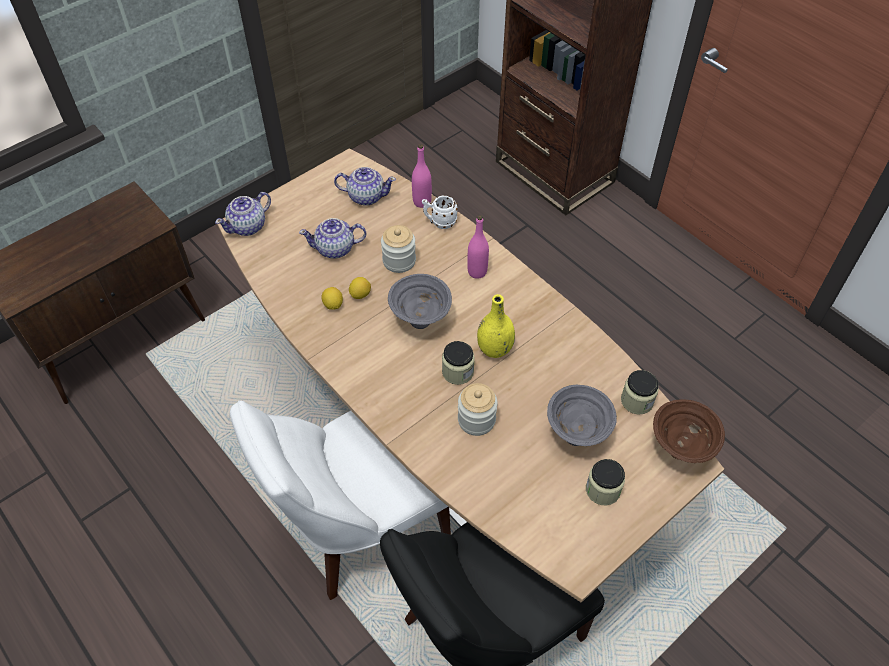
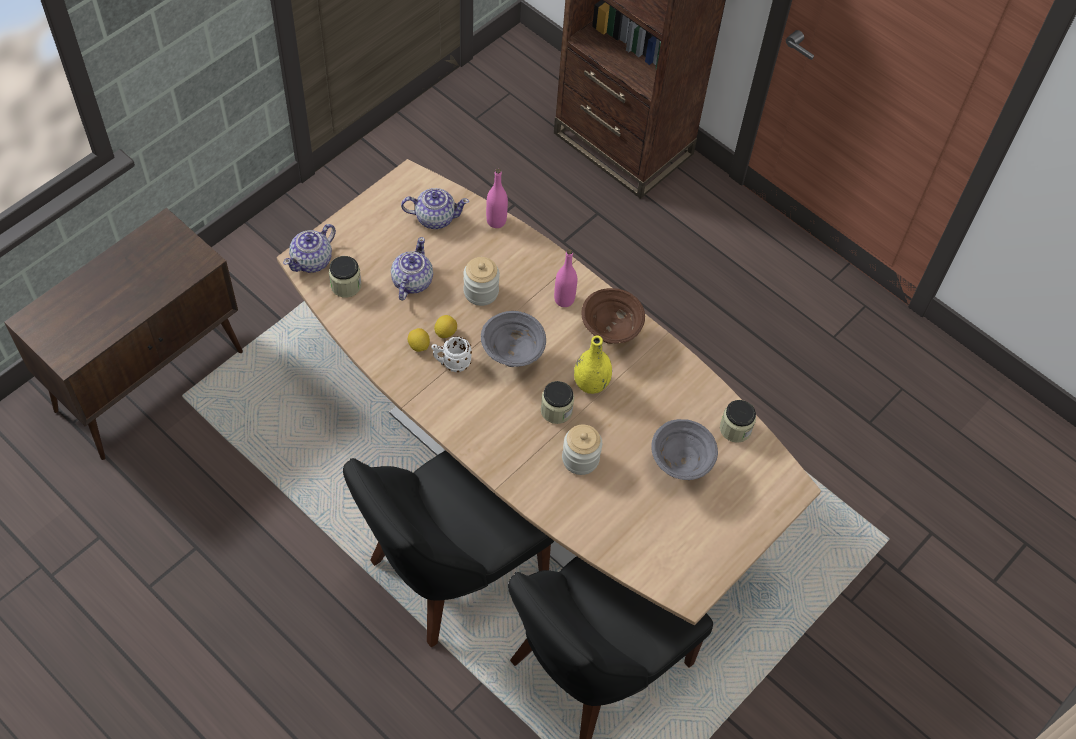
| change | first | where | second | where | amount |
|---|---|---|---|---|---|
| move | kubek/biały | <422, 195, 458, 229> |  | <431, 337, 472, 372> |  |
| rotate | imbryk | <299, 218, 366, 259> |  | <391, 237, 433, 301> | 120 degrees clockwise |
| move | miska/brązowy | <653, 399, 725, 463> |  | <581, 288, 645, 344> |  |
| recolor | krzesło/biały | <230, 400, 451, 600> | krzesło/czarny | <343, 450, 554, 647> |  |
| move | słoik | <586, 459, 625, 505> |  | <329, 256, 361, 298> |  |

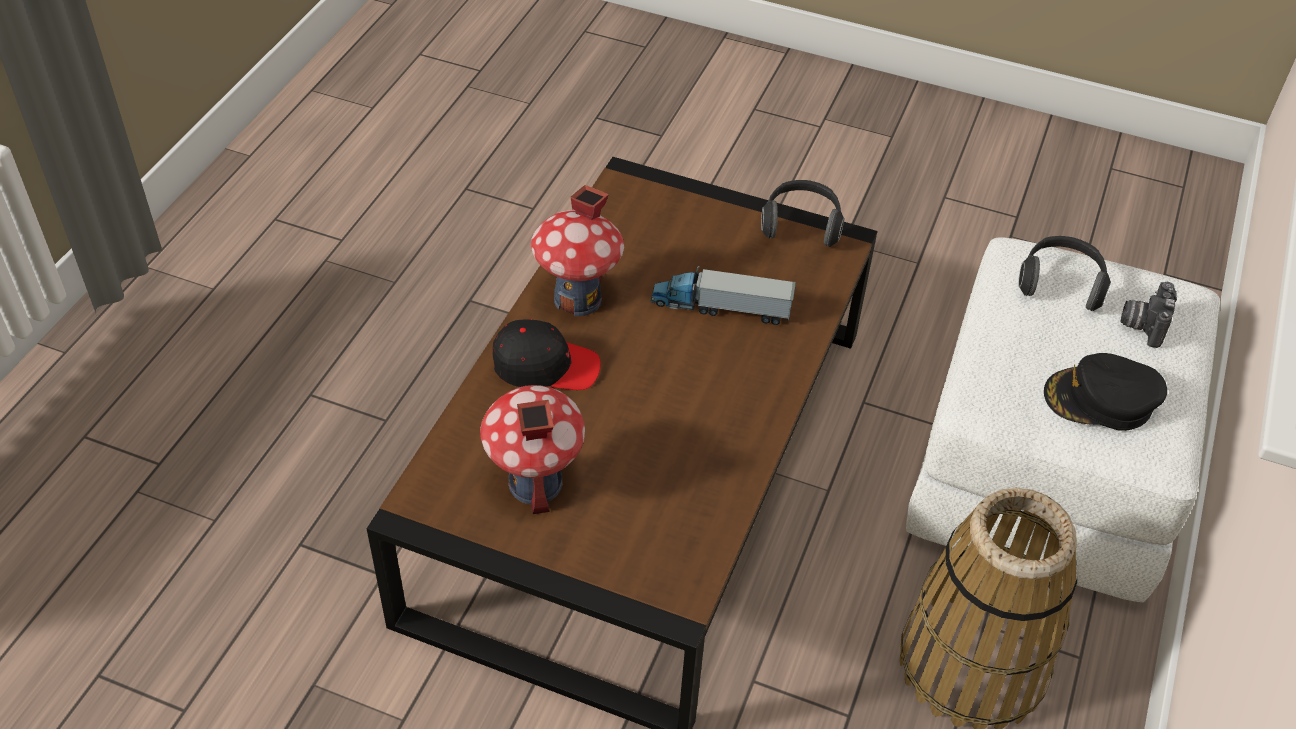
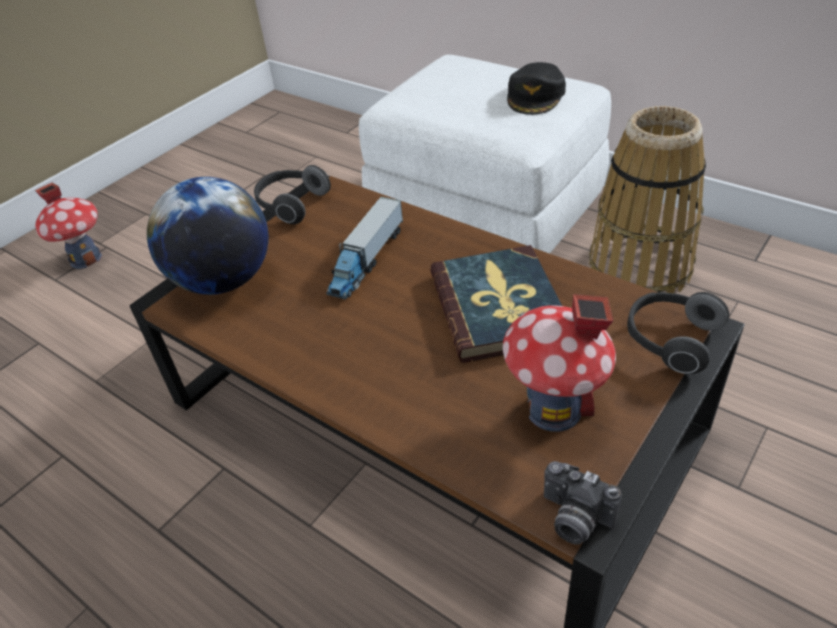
| change | first | where | second | where | amount |
|---|---|---|---|---|---|
| move | domek | <531, 185, 624, 317> |  | <35, 183, 102, 269> |  |
| move | słuchawki | <1018, 236, 1111, 311> |  | <627, 292, 729, 374> |  |
| move | aparat fotograficzny | <1121, 282, 1177, 348> |  | <544, 461, 622, 545> |  |
| delete | czapka z daszkiem/czarny | <492, 319, 601, 390> |  |  |  |
| insert |  |  | globus | <147, 177, 269, 295> |  |
| insert |  |  | książka | <430, 245, 562, 363> |  |

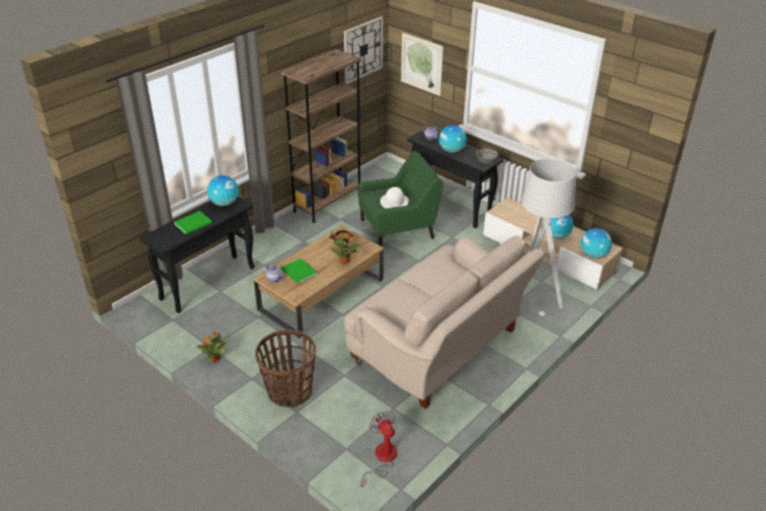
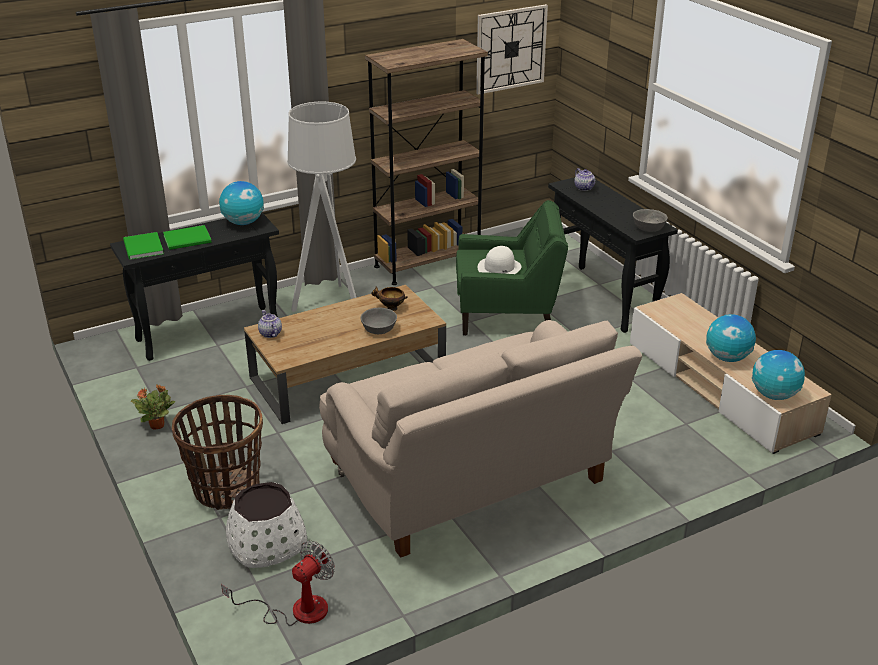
| change | first | where | second | where | amount |
|---|---|---|---|---|---|
| delete | obraz | <401, 33, 444, 96> |  |  |  |
| delete | globus | <439, 125, 467, 153> |  |  |  |
| move | lampa stojąca/szary | <521, 158, 577, 316> |  | <287, 102, 356, 312> |  |
| replace | roślina doniczkowa | <330, 235, 359, 264> | miska/szary | <361, 308, 397, 334> |  |
| move | książka/zielony | <281, 258, 318, 284> |  | <123, 232, 164, 260> |  |
| rotate | wentylator | <361, 411, 397, 487> |  | <221, 541, 335, 626> | 45 degrees clockwise |
| insert |  |  | donica/biały | <226, 482, 307, 568> |  |

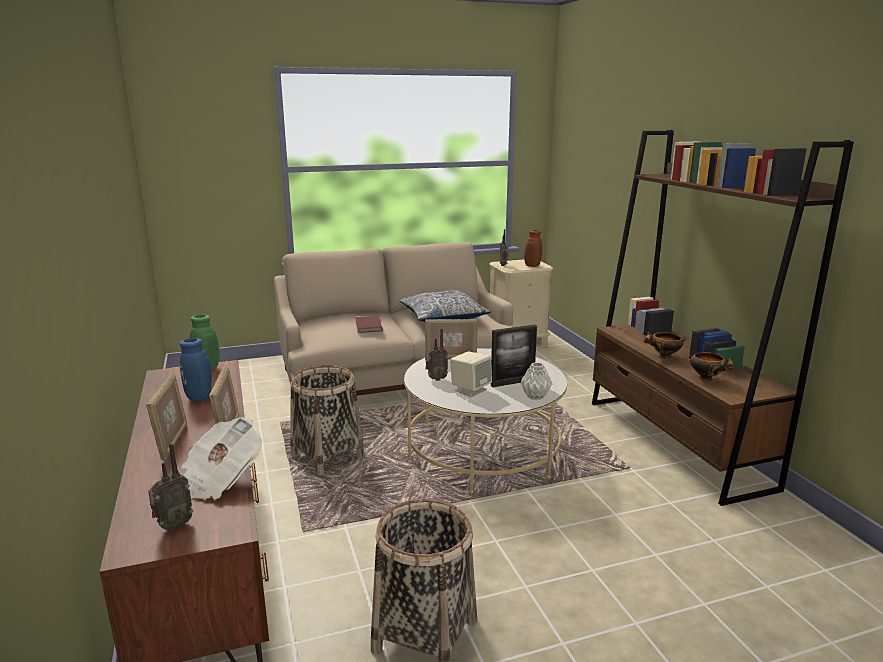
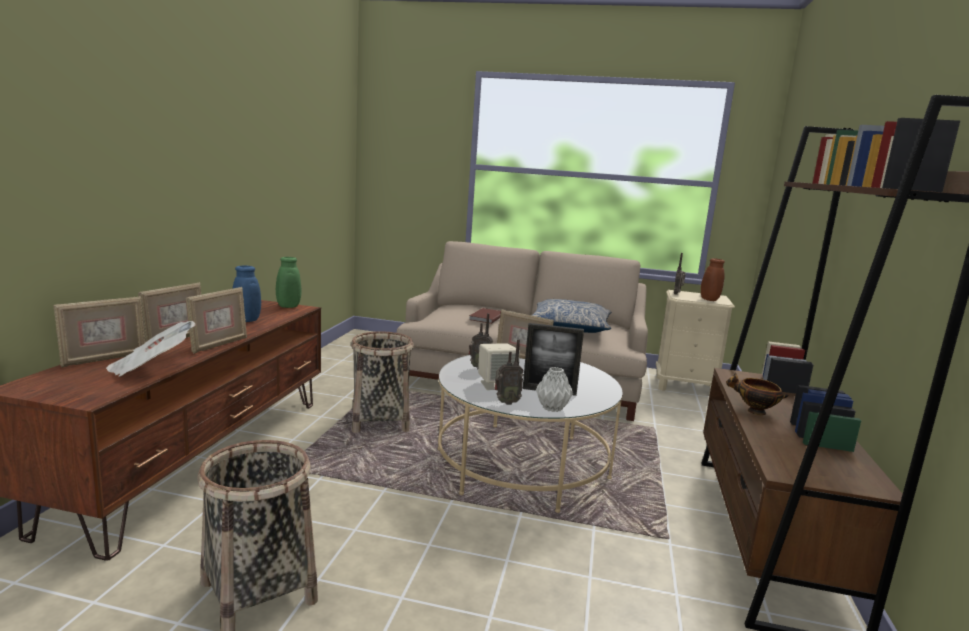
| change | first | where | second | where | amount |
|---|---|---|---|---|---|
| delete | miska | <690, 352, 734, 382> |  |  |  |
| move | radio | <148, 443, 193, 530> |  | <494, 339, 524, 405> |  |
| insert |  |  | ramka na zdjęcie | <53, 296, 145, 367> |  |

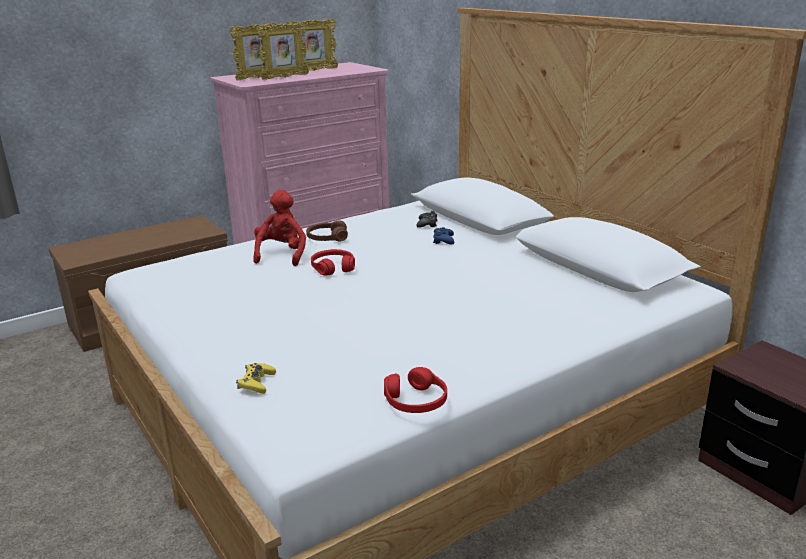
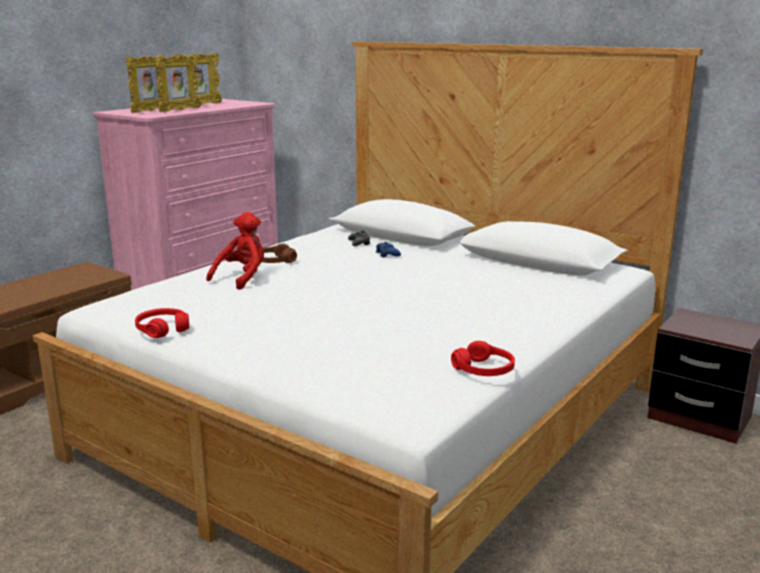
| change | first | where | second | where | amount |
|---|---|---|---|---|---|
| rotate | pluszak/czerwony | <253, 190, 306, 266> |  | <206, 212, 264, 289> | 45 degrees clockwise |
| move | słuchawki/czerwony | <311, 249, 355, 276> |  | <135, 308, 189, 338> |  |
| delete | pad do gier/żółty | <236, 363, 276, 394> |  |  |  |

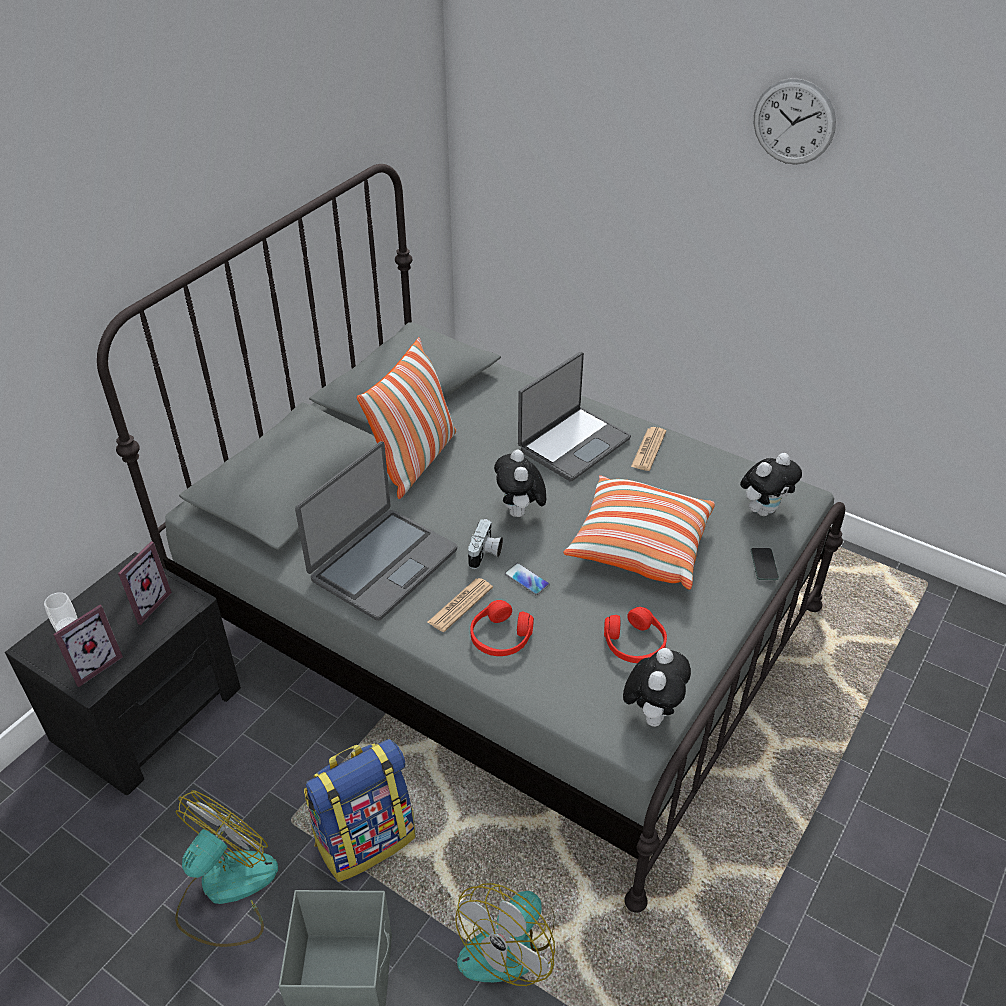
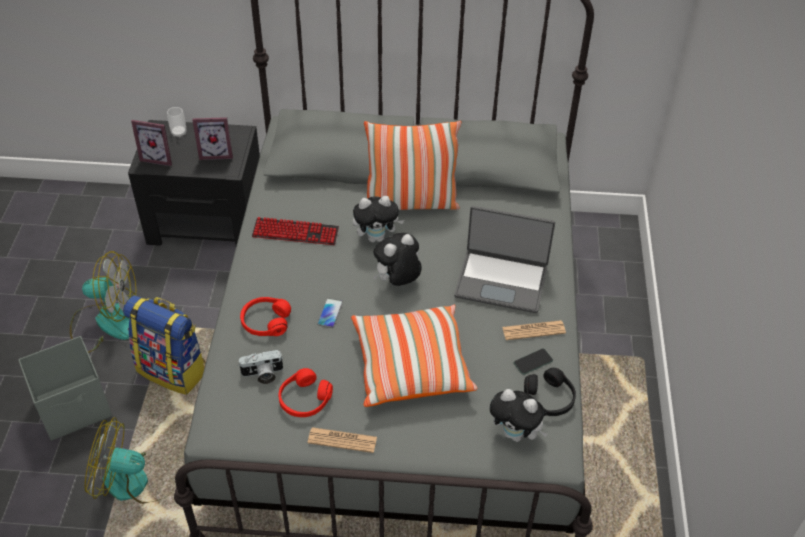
| change | first | where | second | where | amount |
|---|---|---|---|---|---|
| delete | zegar ścienny | <754, 78, 836, 165> |  |  |  |
| replace | laptop | <295, 441, 457, 621> | klawiatura | <252, 217, 339, 245> |  |
| move | aparat fotograficzny | <468, 519, 503, 569> |  | <239, 350, 283, 384> |  |
| move | telefon | <751, 548, 779, 580> |  | <514, 349, 553, 375> |  |
| move | gazeta | <428, 578, 493, 632> |  | <308, 427, 377, 453> |  |
| move | pluszak | <623, 648, 691, 727> |  | <353, 196, 404, 242> |  |
| insert |  |  | słuchawki/czarny | <524, 368, 576, 416> |  |

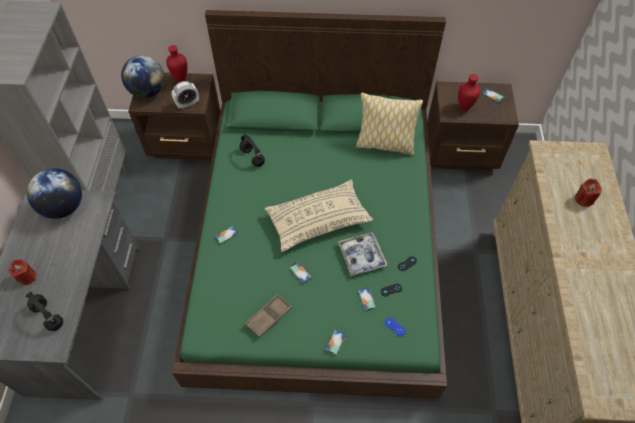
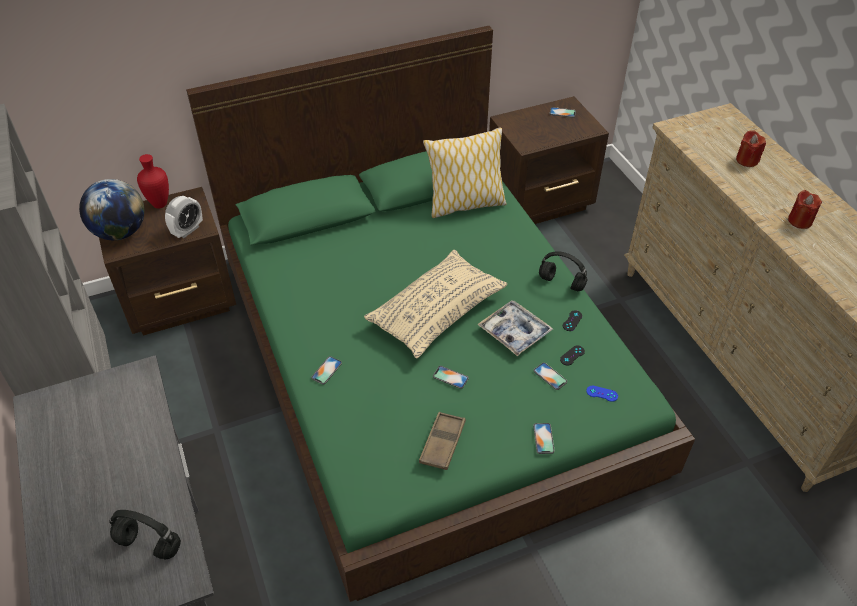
| change | first | where | second | where | amount |
|---|---|---|---|---|---|
| delete | wazon/czerwony | <458, 74, 480, 111> |  |  |  |
| move | słuchawki/czarny | <240, 134, 265, 167> |  | <539, 251, 588, 292> |  |
| delete | globus | <27, 168, 82, 219> |  |  |  |
| move | świeca/czerwony | <9, 259, 36, 285> |  | <788, 190, 822, 229> |  |

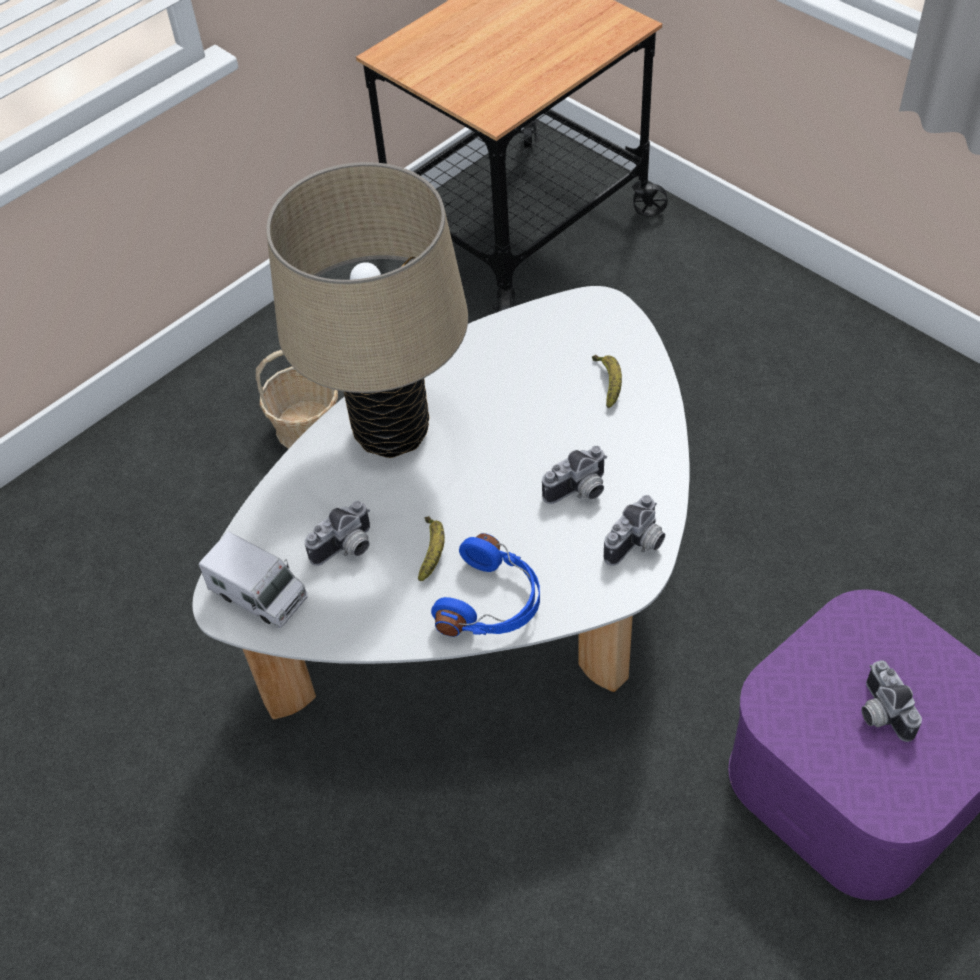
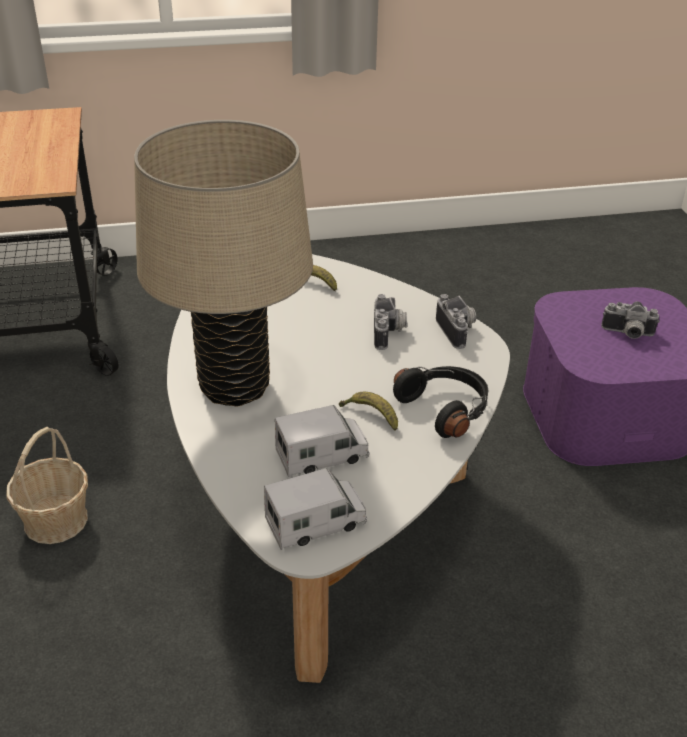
| change | first | where | second | where | amount |
|---|---|---|---|---|---|
| replace | aparat fotograficzny | <304, 501, 370, 566> | ciężarówka zabawkowa | <275, 405, 370, 477> |  |
| recolor | słuchawki/niebieski | <431, 533, 540, 637> | słuchawki/czarny | <393, 366, 488, 438> |  |

